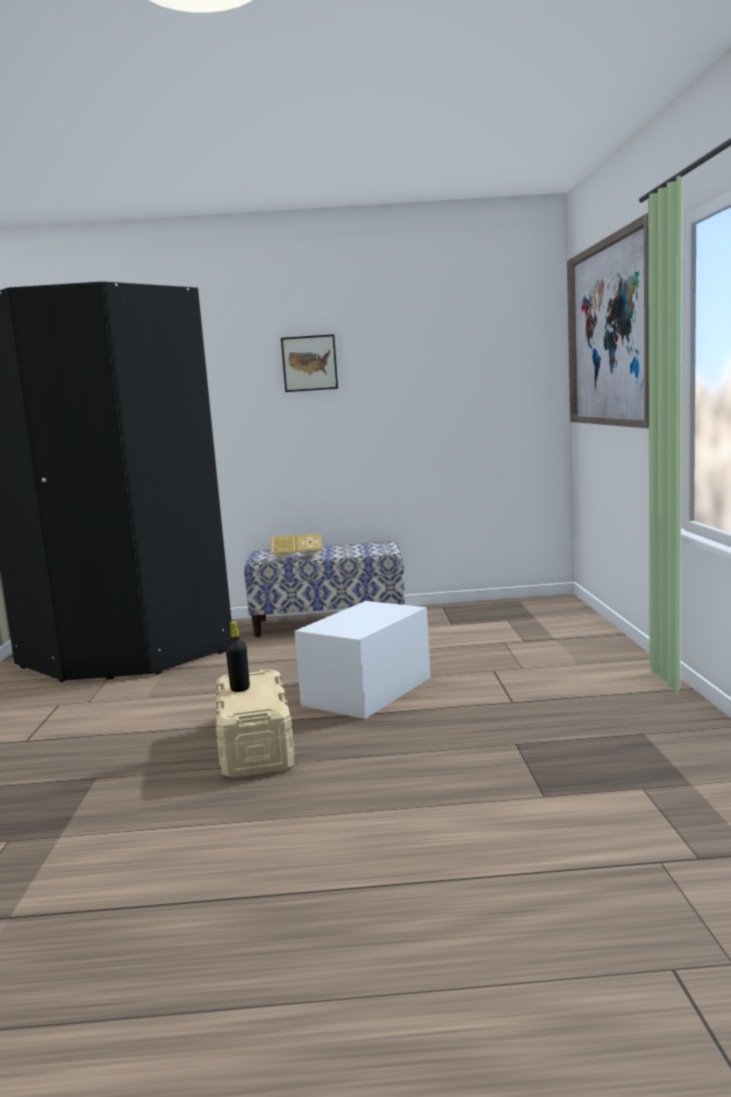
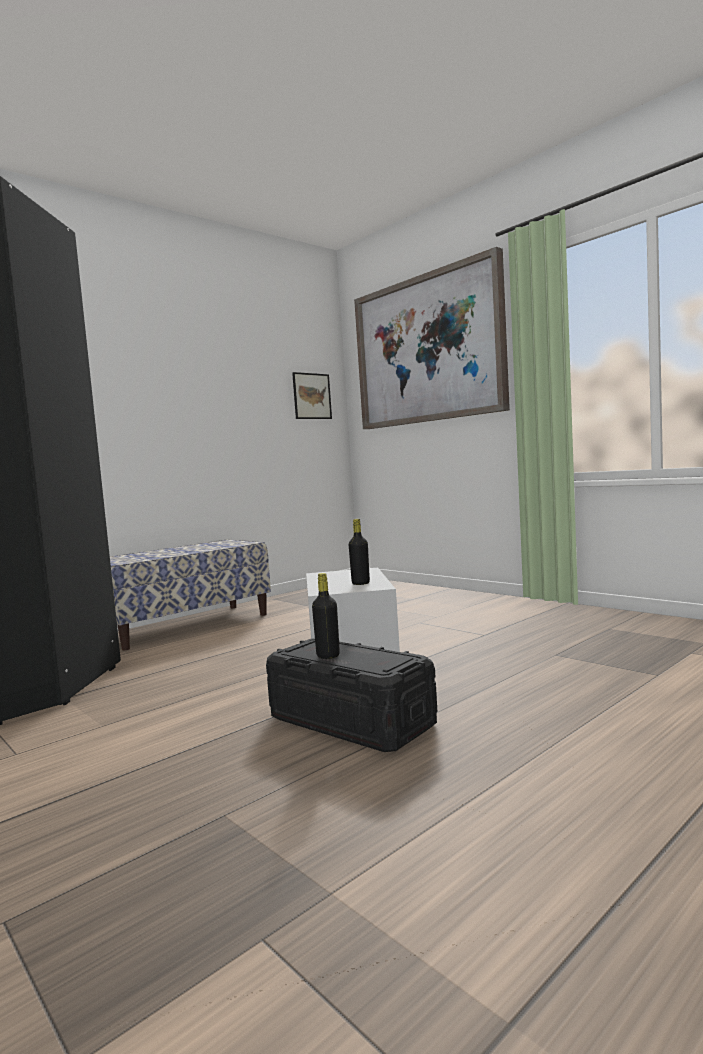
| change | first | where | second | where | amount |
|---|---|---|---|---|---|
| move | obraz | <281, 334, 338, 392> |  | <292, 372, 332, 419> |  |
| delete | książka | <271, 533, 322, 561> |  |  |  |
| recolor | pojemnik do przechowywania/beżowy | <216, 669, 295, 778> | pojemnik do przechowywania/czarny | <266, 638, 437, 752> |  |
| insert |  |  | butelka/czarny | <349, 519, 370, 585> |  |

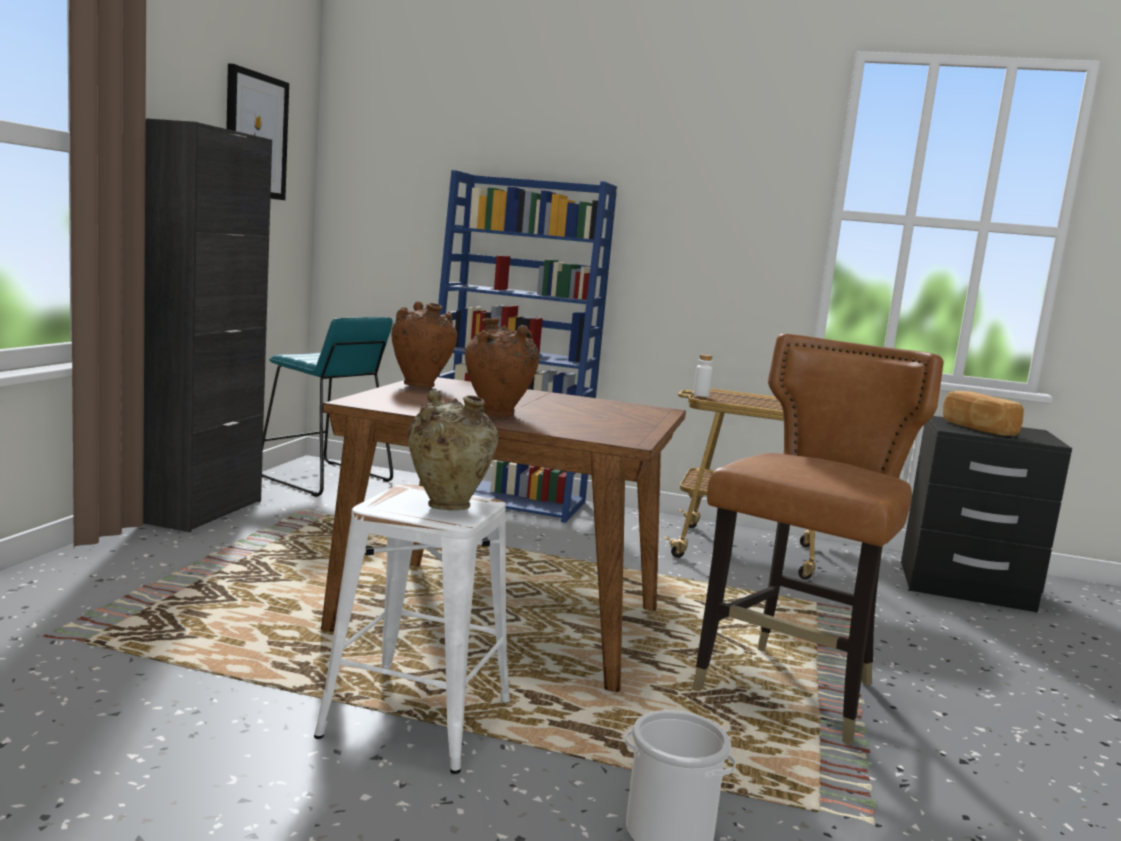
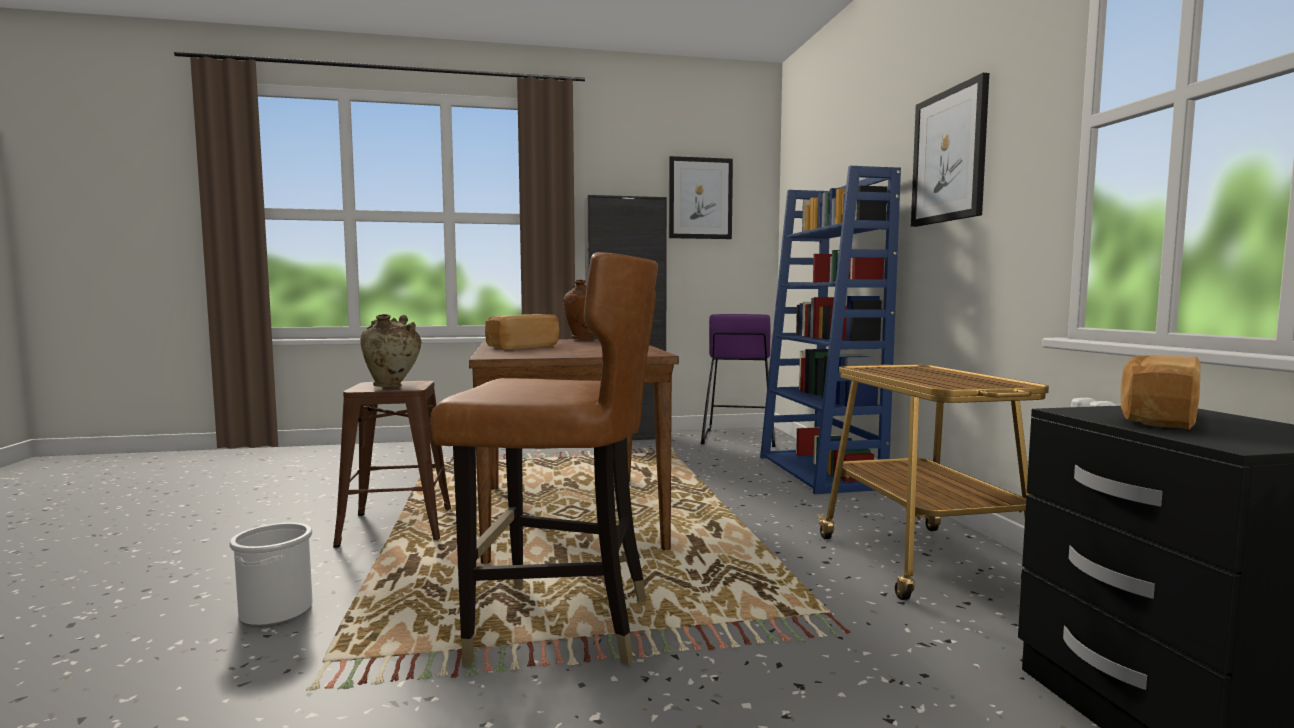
| change | first | where | second | where | amount |
|---|---|---|---|---|---|
| recolor | stołek/turkusowy | <262, 317, 393, 497> | stołek/fioletowy | <701, 314, 775, 447> |  |
| replace | wazon/brązowy | <465, 318, 539, 417> | chleb | <485, 314, 559, 349> |  |
| delete | butelka/biały | <694, 354, 713, 397> |  |  |  |
| recolor | stołek/biały | <314, 484, 510, 774> | stołek/brązowy | <333, 381, 451, 548> |  |
| insert |  |  | obraz | <911, 73, 989, 227> |  |

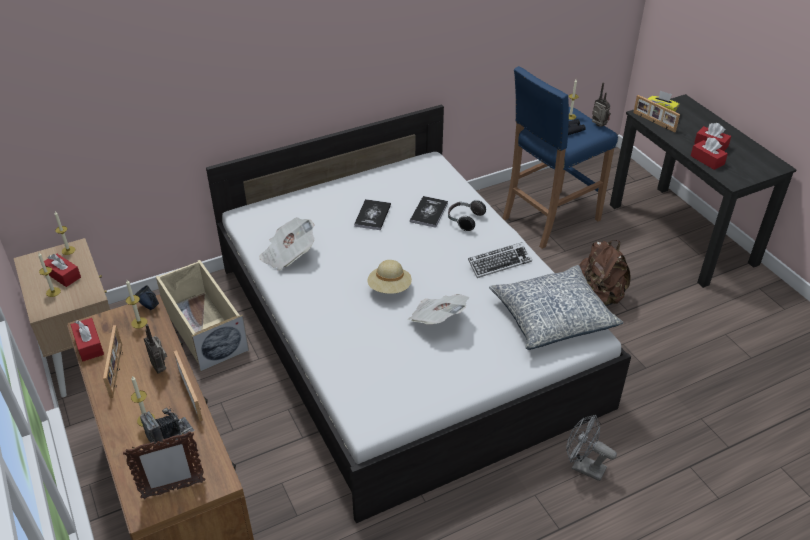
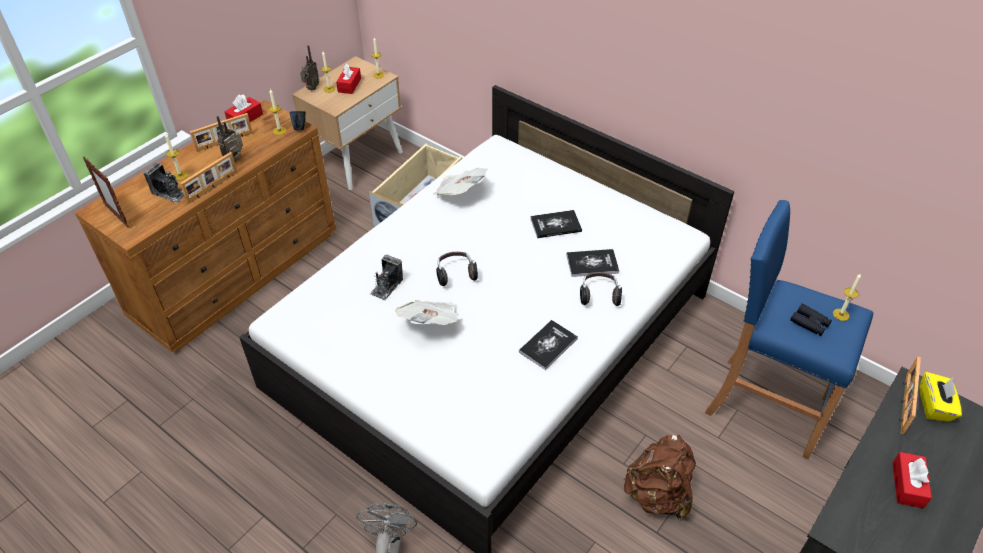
| change | first | where | second | where | amount |
|---|---|---|---|---|---|
| move | radio | <592, 83, 611, 127> |  | <300, 45, 319, 90> |  |
| delete | pudełko chusteczek/czerwony | <691, 137, 728, 170> |  |  |  |
| replace | klawiatura | <468, 242, 532, 278> | książka | <519, 320, 578, 370> |  |
| replace | kapelusz/beżowy | <367, 260, 412, 294> | słuchawki | <436, 252, 478, 286> |  |
| delete | poduszka | <489, 265, 624, 350> |  |  |  |
| insert |  |  | aparat fotograficzny | <370, 255, 403, 300> |  |

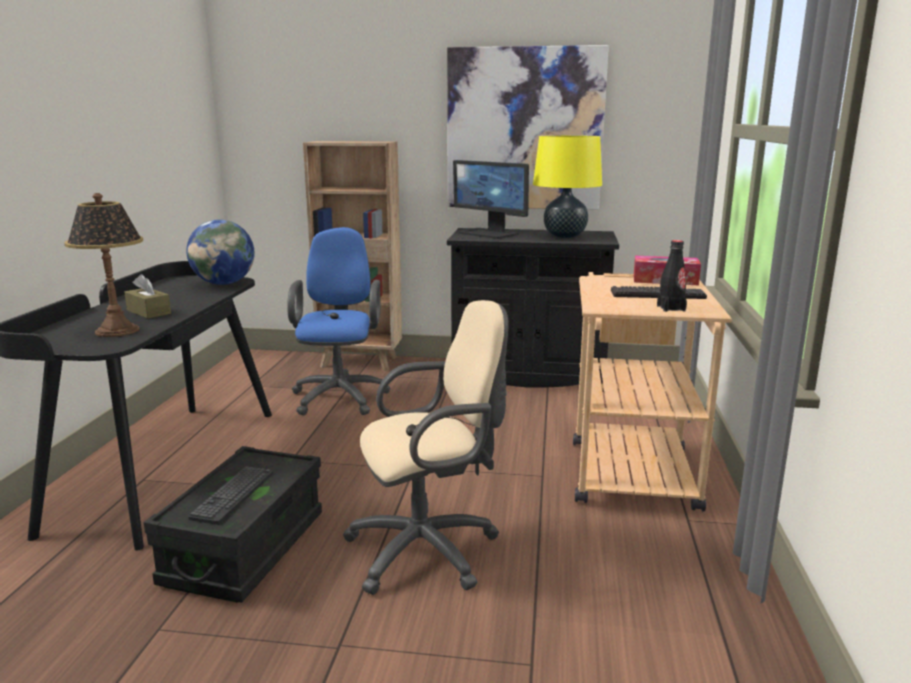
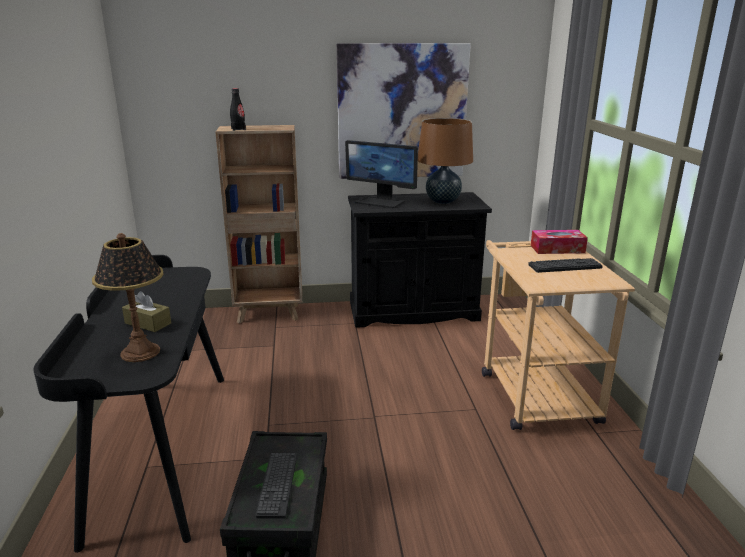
| change | first | where | second | where | amount |
|---|---|---|---|---|---|
| recolor | lampa stołowa/żółty | <533, 135, 602, 238> | lampa stołowa/brązowy | <418, 118, 473, 204> |  |
| delete | globus | <186, 220, 255, 285> |  |  |  |
| delete | krzesło biurowe/niebieski | <287, 227, 390, 415> |  |  |  |
| move | butelka/czarny | <657, 240, 687, 312> |  | <230, 88, 246, 131> |  |
| delete | krzesło biurowe/beżowy | <343, 300, 509, 595> |  |  |  |

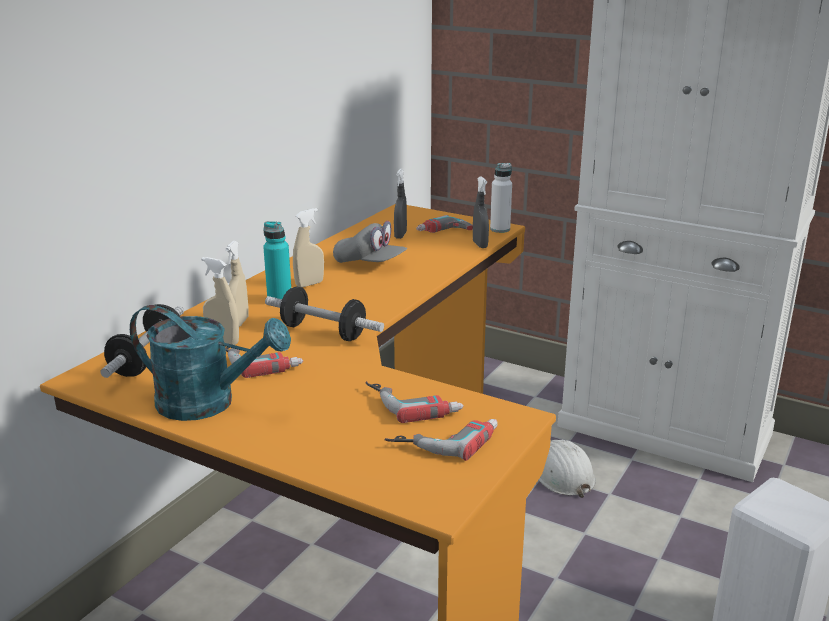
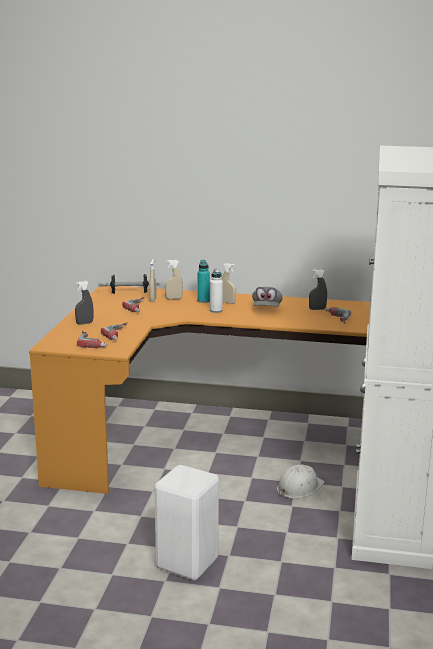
| change | first | where | second | where | amount |
|---|---|---|---|---|---|
| move | butelka/biały | <490, 163, 512, 233> |  | <210, 269, 223, 313> |  |
| move | spryskiwacz/szary | <473, 176, 489, 248> |  | <75, 281, 93, 325> |  |
| delete | hantel | <265, 286, 384, 341> |  |  |  |
| delete | konewka/turkusowy | <130, 305, 291, 421> |  |  |  |

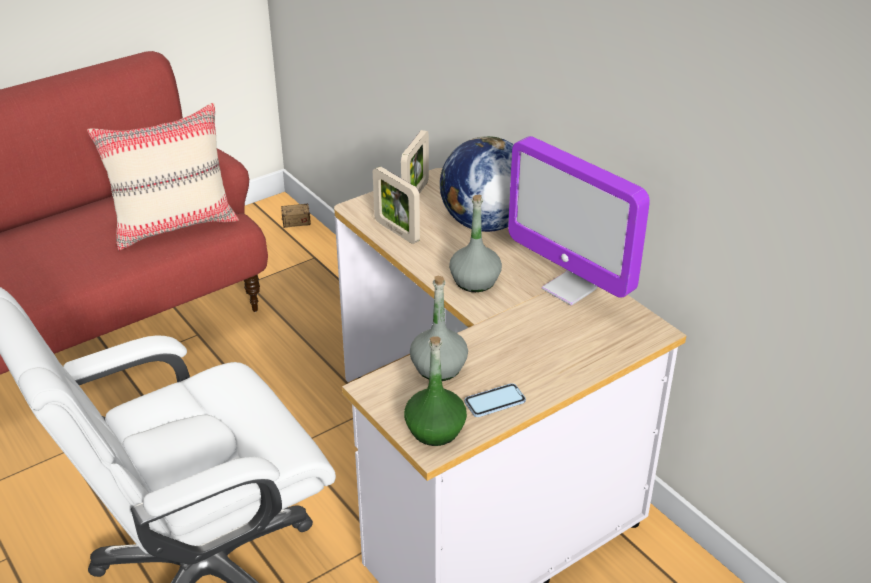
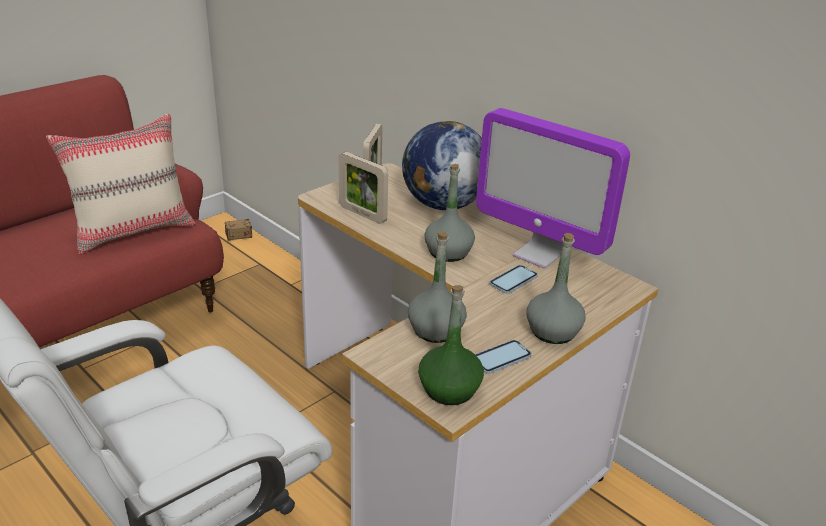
| change | first | where | second | where | amount |
|---|---|---|---|---|---|
| insert |  |  | butelka/szary | <527, 233, 586, 344> |  |
| insert |  |  | telefon | <489, 265, 538, 294> |  |

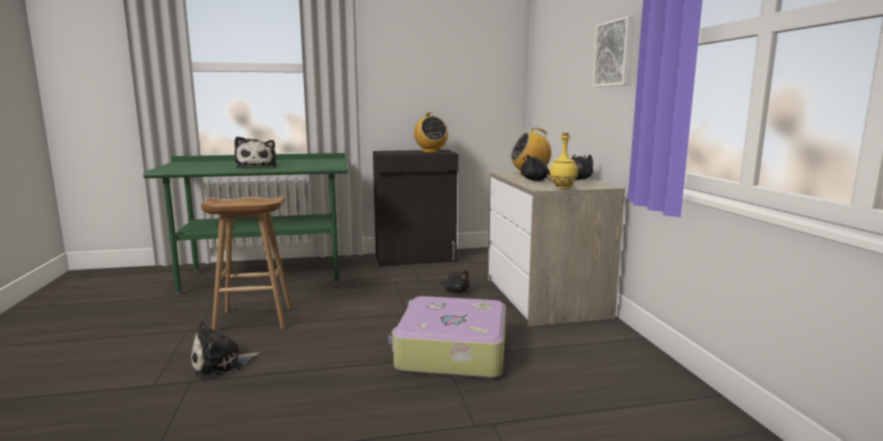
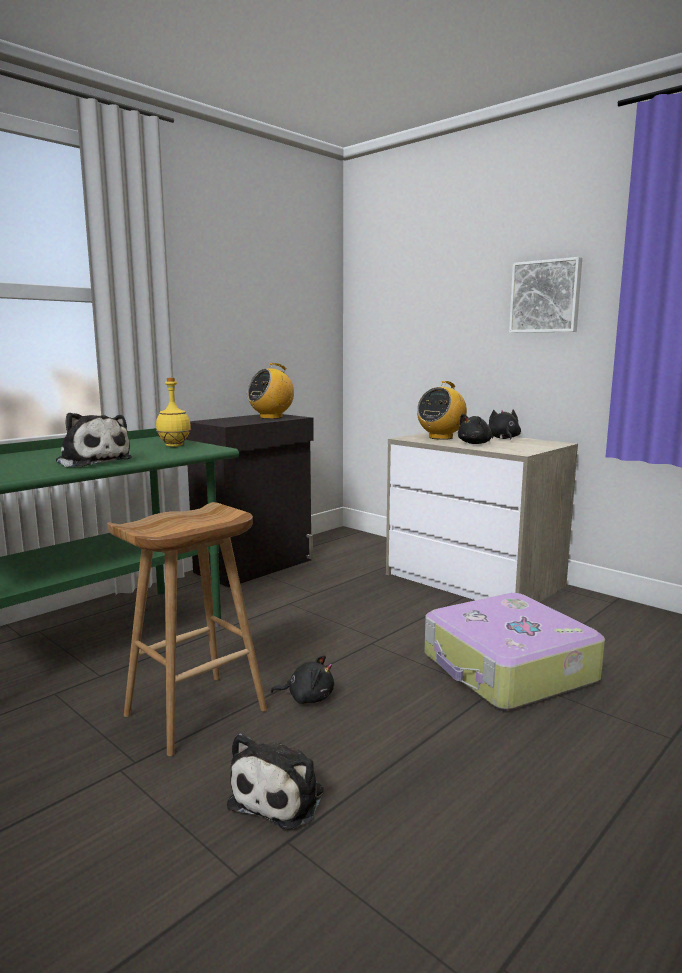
| change | first | where | second | where | amount |
|---|---|---|---|---|---|
| rotate | radio | <414, 112, 448, 153> |  | <247, 363, 294, 419> | 105 degrees clockwise |
| move | butelka/żółty | <550, 133, 578, 189> |  | <156, 378, 191, 447> |  |
| move | pluszak/czarny | <440, 270, 470, 293> |  | <271, 655, 334, 704> |  |

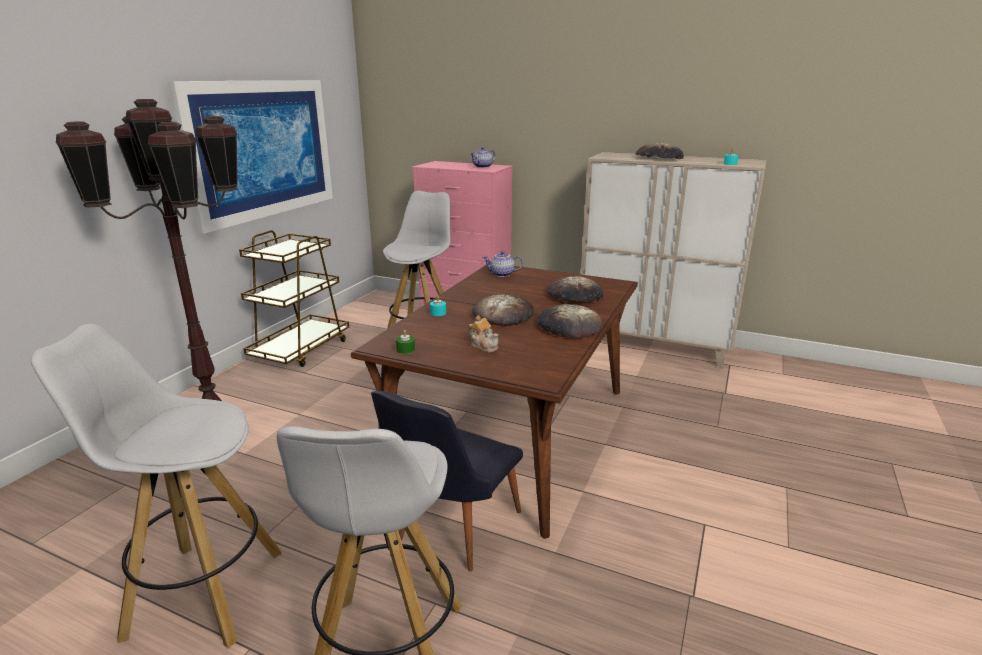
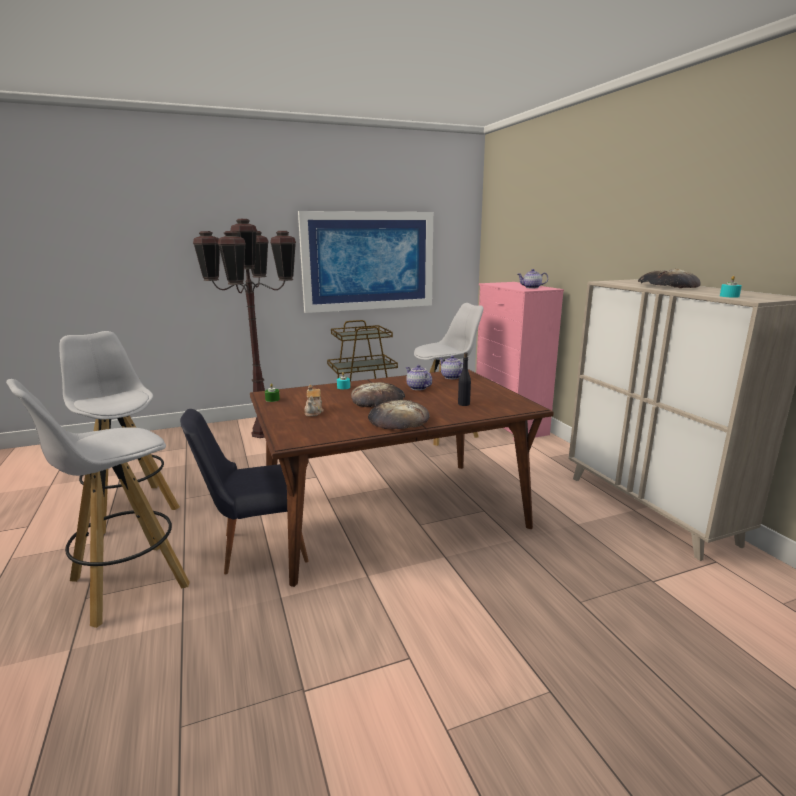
| change | first | where | second | where | amount |
|---|---|---|---|---|---|
| replace | chleb | <547, 276, 604, 302> | butelka/czarny | <458, 353, 471, 406> |  |
| insert |  |  | imbryk | <406, 365, 432, 390> |  |

